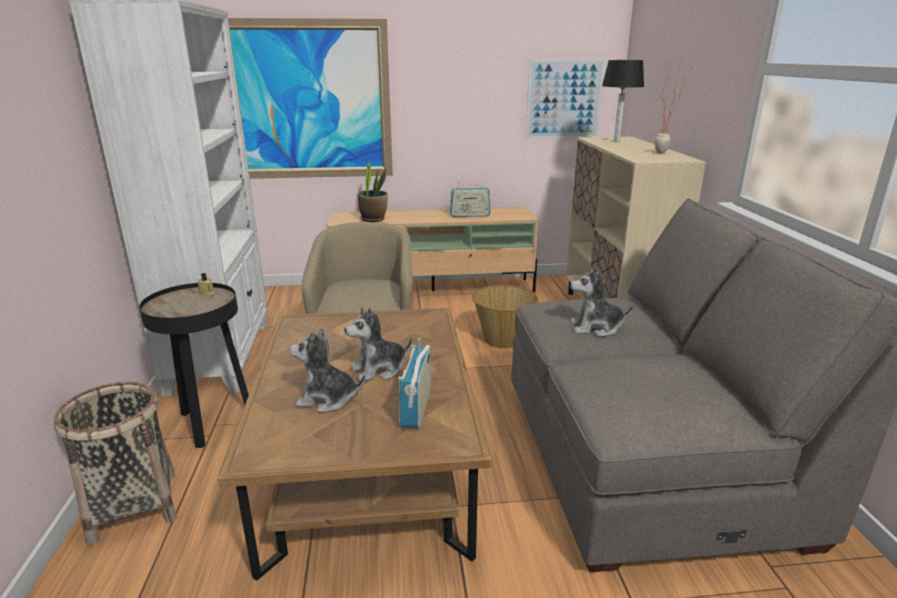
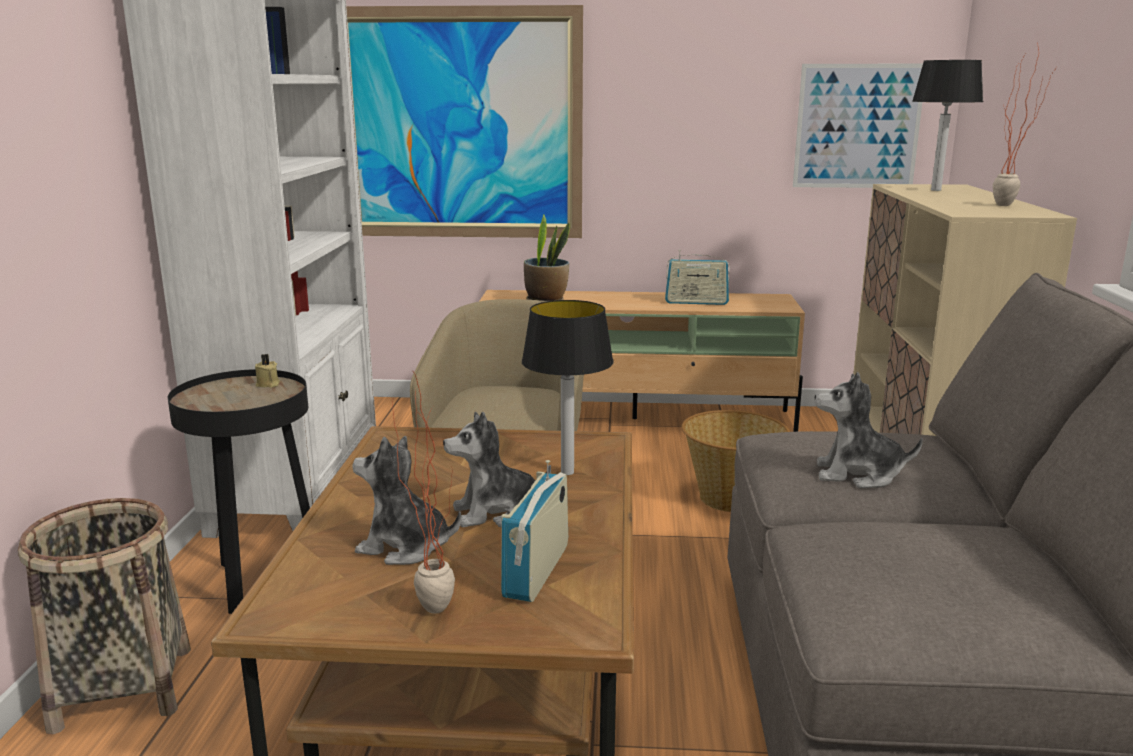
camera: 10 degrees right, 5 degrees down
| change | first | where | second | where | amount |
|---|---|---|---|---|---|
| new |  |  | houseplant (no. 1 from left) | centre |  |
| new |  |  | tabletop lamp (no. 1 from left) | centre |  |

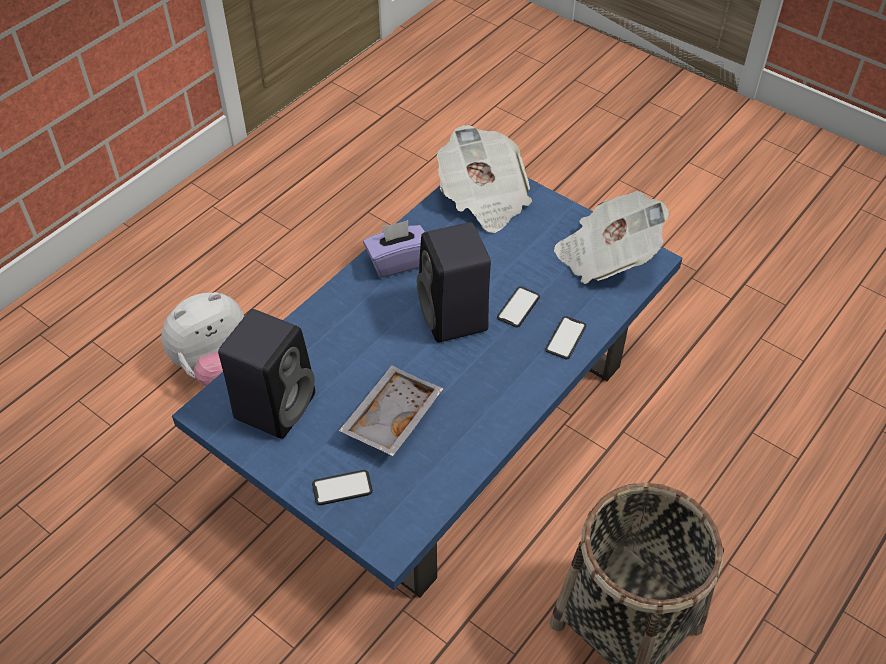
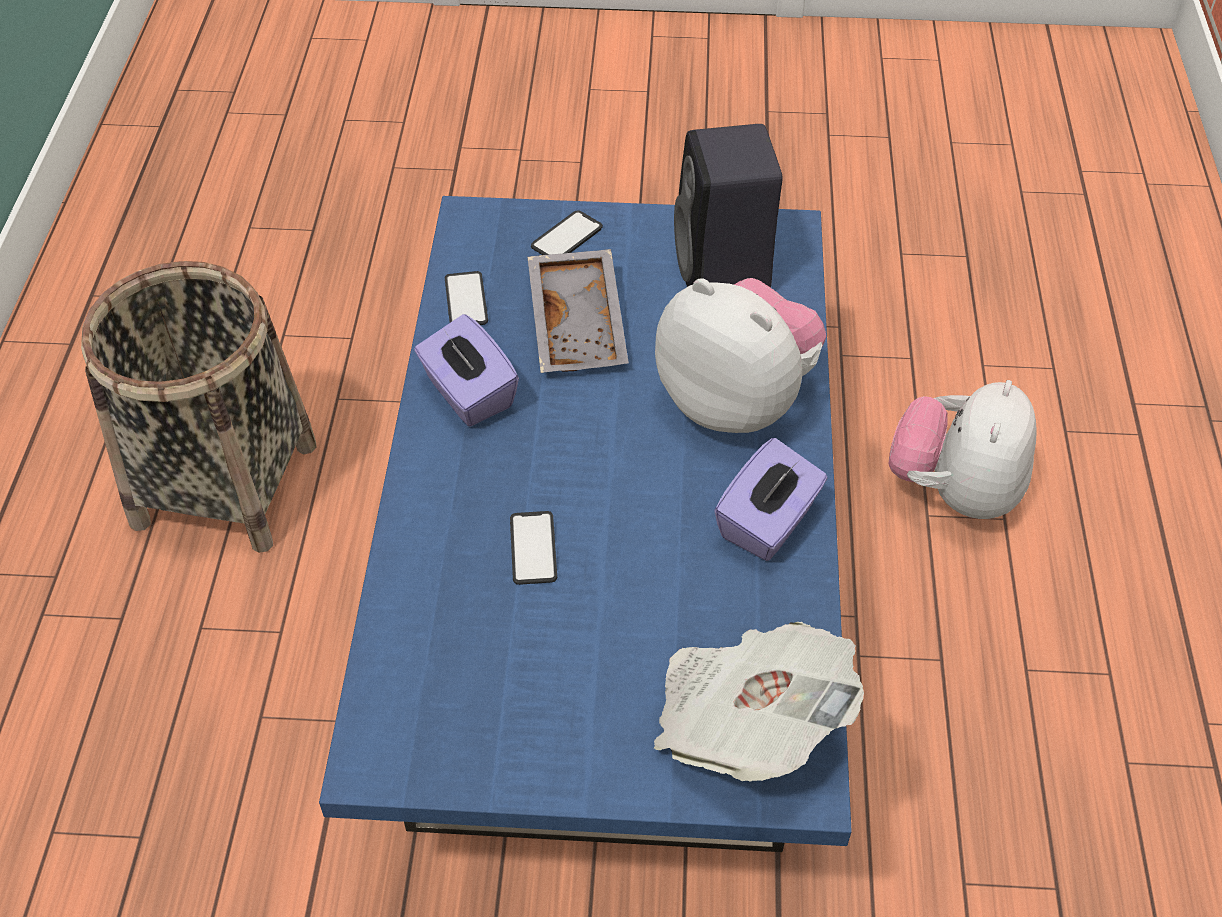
camera: 145 degrees right, 0 degrees up
| change | first | where | second | where | amount |
|---|---|---|---|---|---|
| new |  |  | purple-coloured tissue holder (no. 1 from left) | centre |  |
| shifted | phone (no. 3 from left in the first image) | centre | phone (no. 1 from left) | top centre |  |
| new |  |  | soft toy (no. 1 from left) | centre |  |
| gone | black-coloured audio speaker (no. 2 from left) | centre |  |  |  |
| gone | newspaper (no. 2 from left) | middle right |  |  |  |

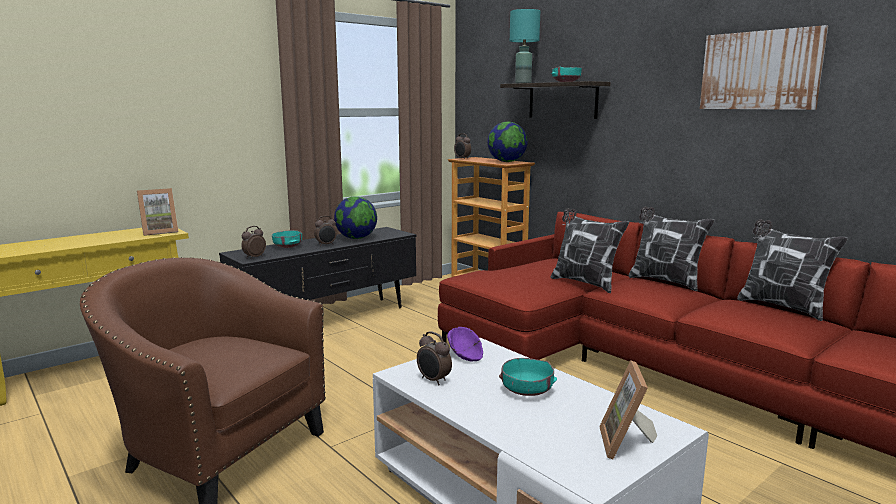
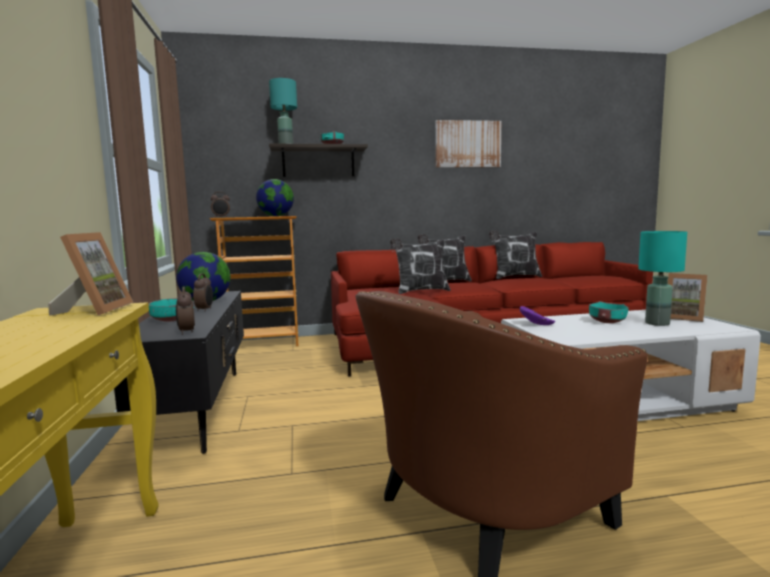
camera: 60 degrees left, 5 degrees down
| change | first | where | second | where | amount |
|---|---|---|---|---|---|
| new |  |  | blue-green tabletop lamp (no. 2 from left) | middle right |  |
| gone | alarm clock (no. 3 from left) | bottom centre |  |  |  |

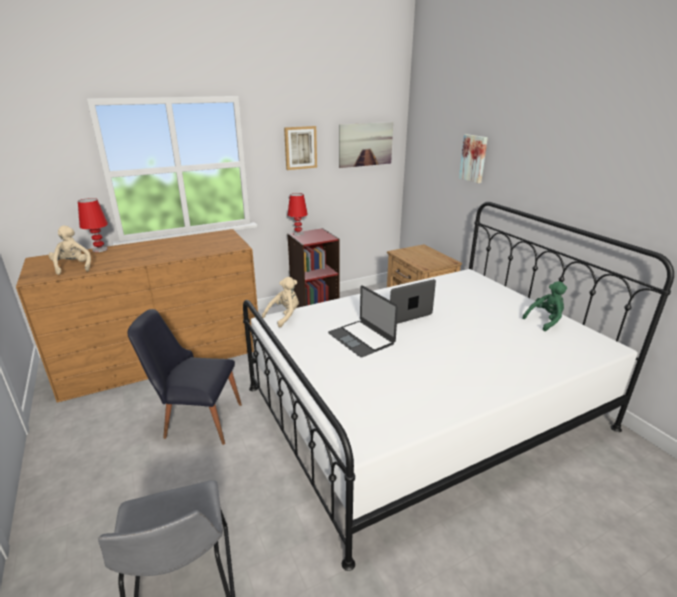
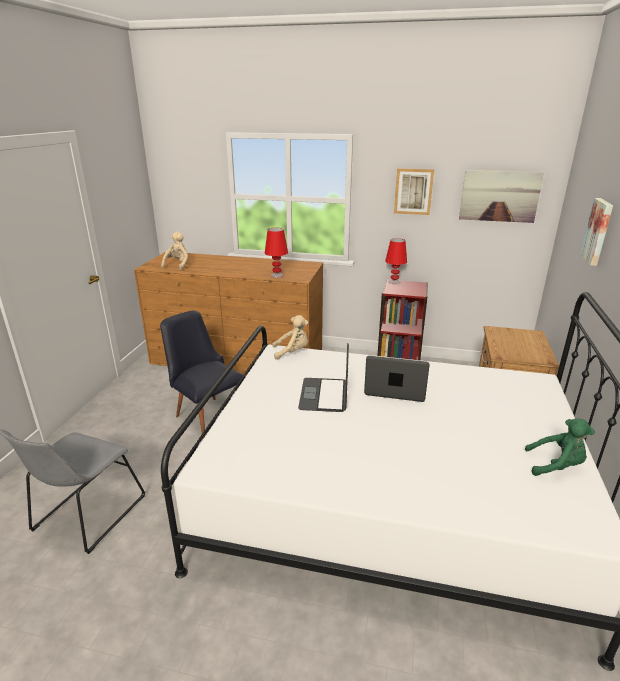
camera: 40 degrees right, 0 degrees up
| change | first | where | second | where | amount |
|---|---|---|---|---|---|
| shifted | red tabletop lamp (no. 1 from left) | middle left |  | centre |  |

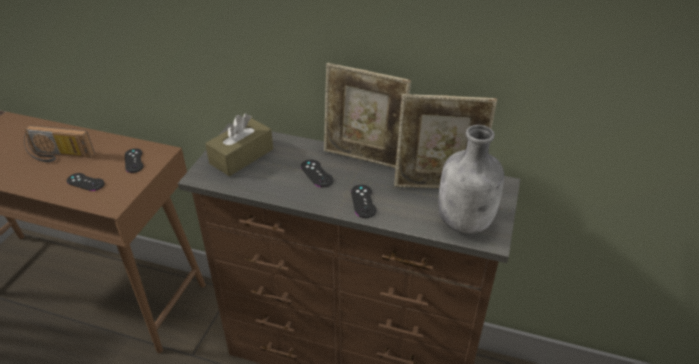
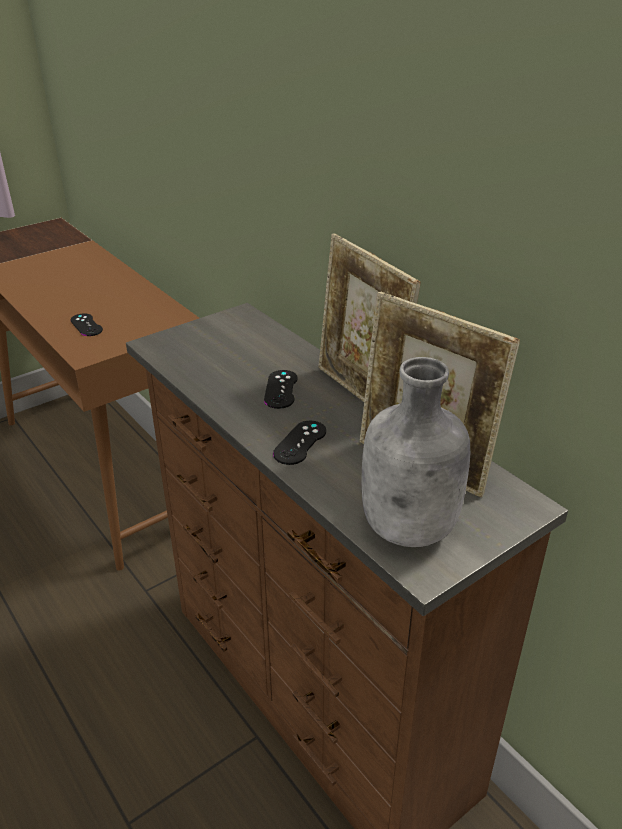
camera: 35 degrees right, 5 degrees down
| change | first | where | second | where | amount |
|---|---|---|---|---|---|
| gone | radio | middle left |  |  |  |
| gone | black-coloured gamepad (no. 2 from left) | middle left |  |  |  |
| gone | brown tissue holder | centre |  |  |  |

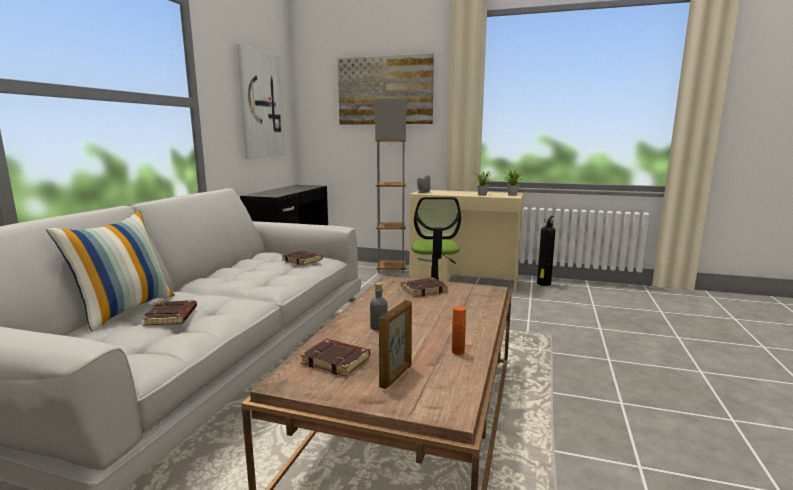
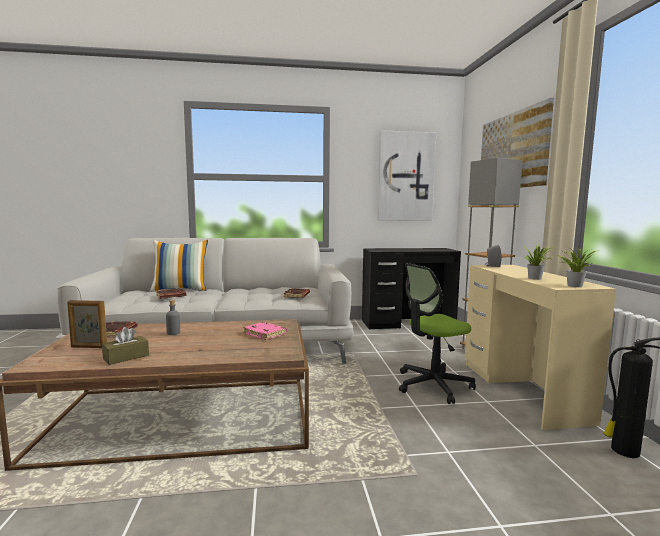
camera: 65 degrees right, 5 degrees down
| change | first | where | second | where | amount |
|---|---|---|---|---|---|
| swapped | orangey beverage bottle | bottom centre | brown tissue holder | middle left |  |
| repainted | brown bound book (no. 4 from left) | centre | pink-coloured bound book | centre |  |

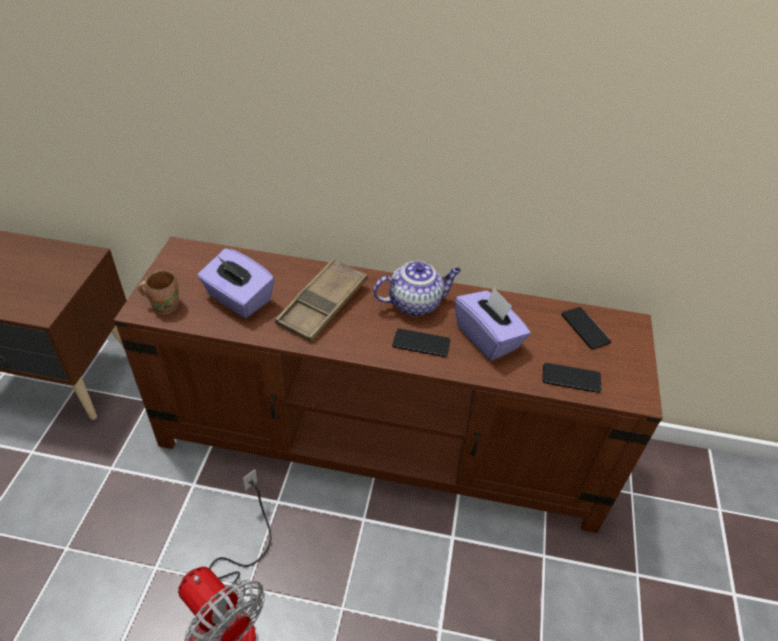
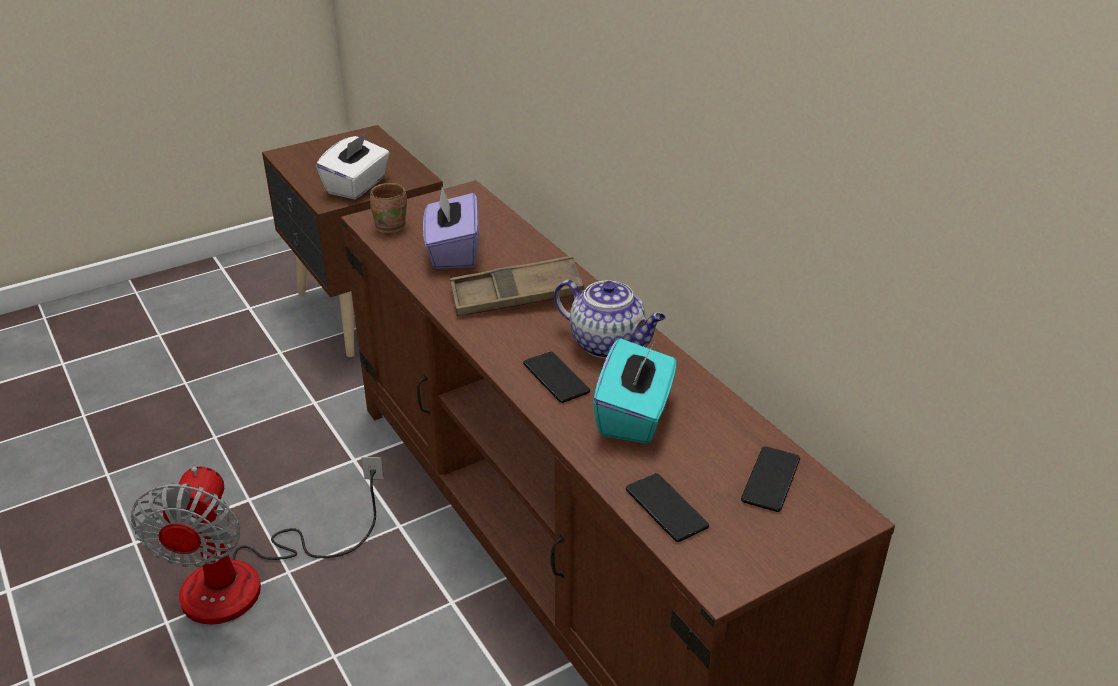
camera: 50 degrees right, 10 degrees down
| change | first | where | second | where | amount |
|---|---|---|---|---|---|
| new |  |  | white-coloured tissue holder | top left |  |
| repainted | purple-coloured tissue holder (no. 2 from left) | centre | blue-green tissue holder | centre |  |

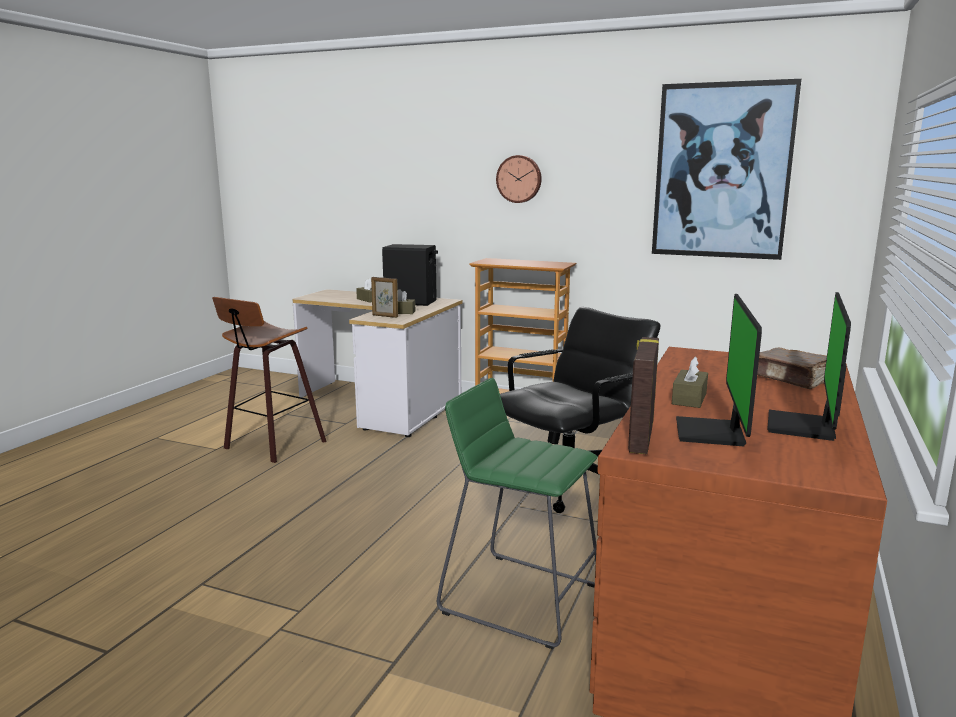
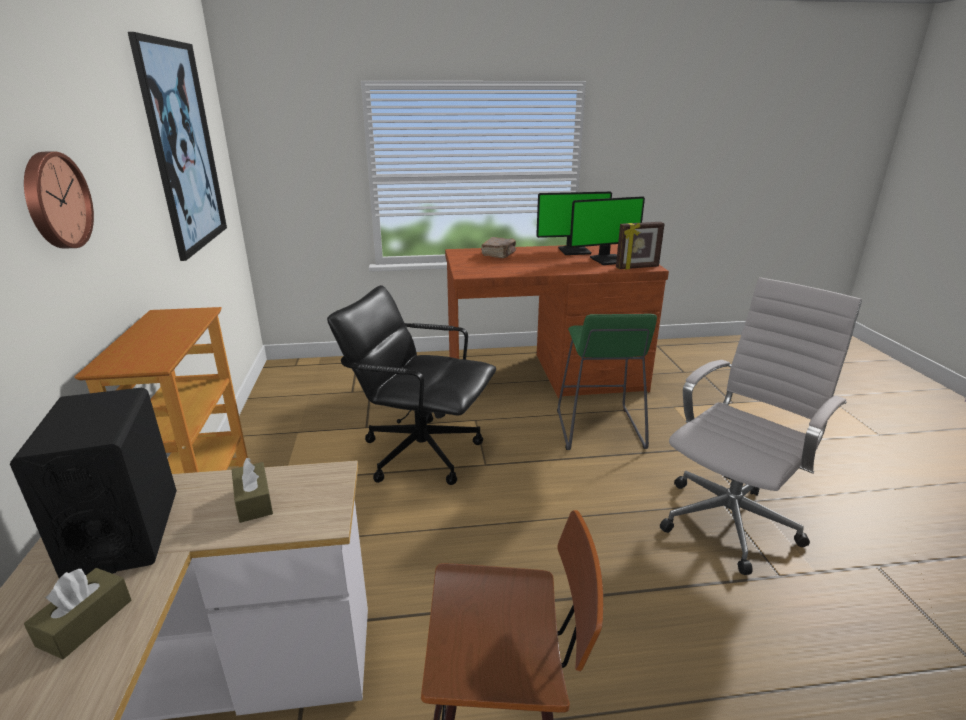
camera: 120 degrees left, 10 degrees up
| change | first | where | second | where | amount |
|---|---|---|---|---|---|
| new |  |  | white-coloured desk chair | middle right |  |
| gone | photo frame (no. 1 from left) | centre |  |  |  |
| gone | brown tissue holder (no. 3 from left) | middle right |  |  |  |

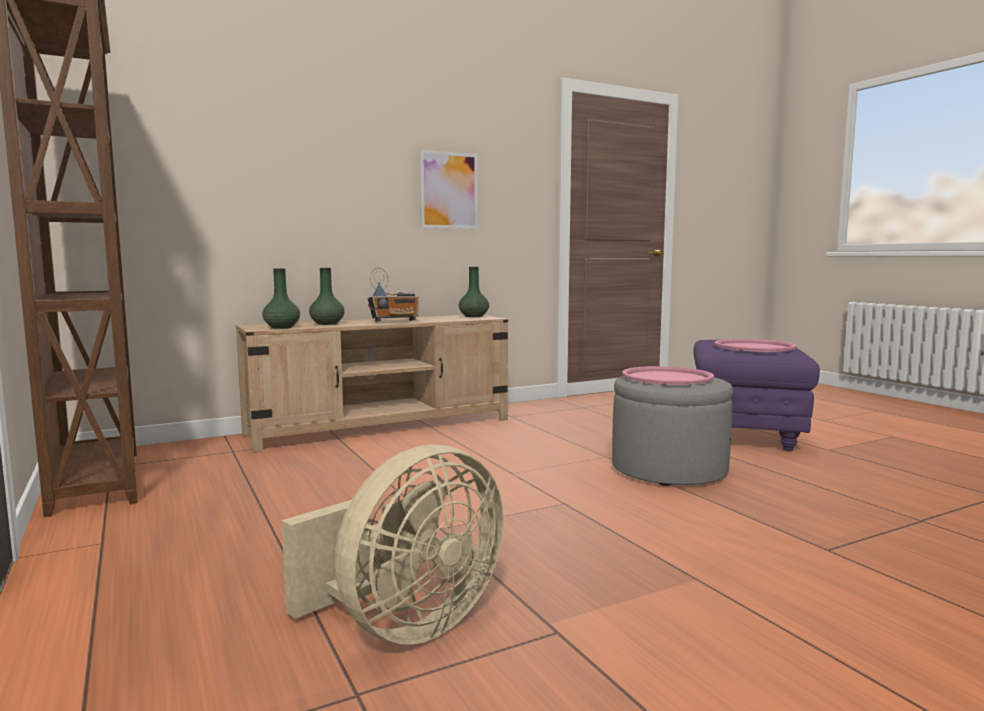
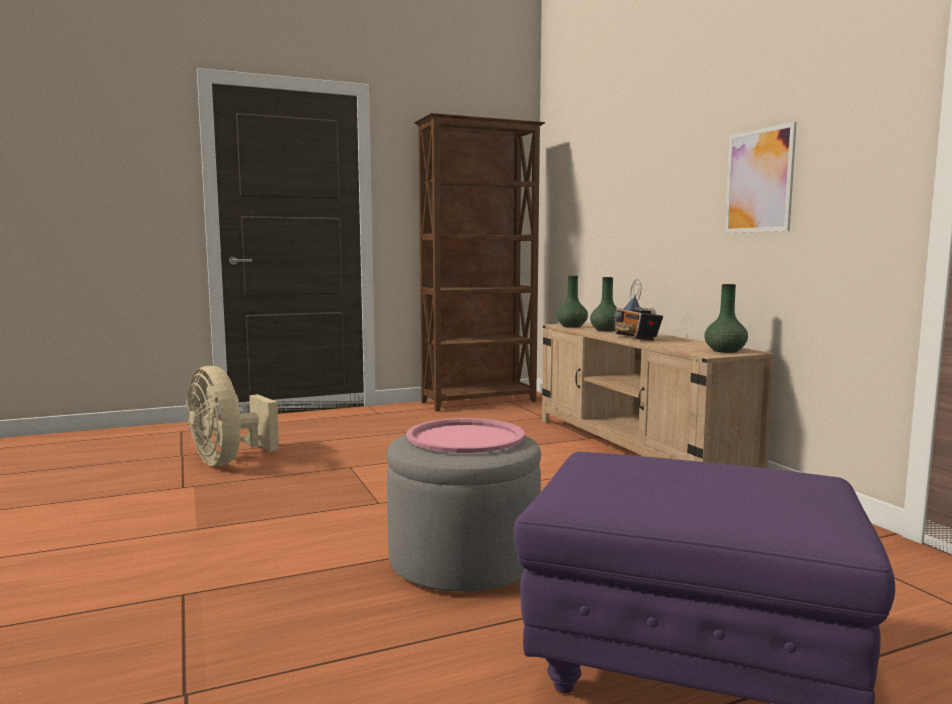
camera: 95 degrees right, 0 degrees up
| change | first | where | second | where | amount |
|---|---|---|---|---|---|
| gone | pink-coloured tray (no. 2 from left) | middle right |  |  |  |

